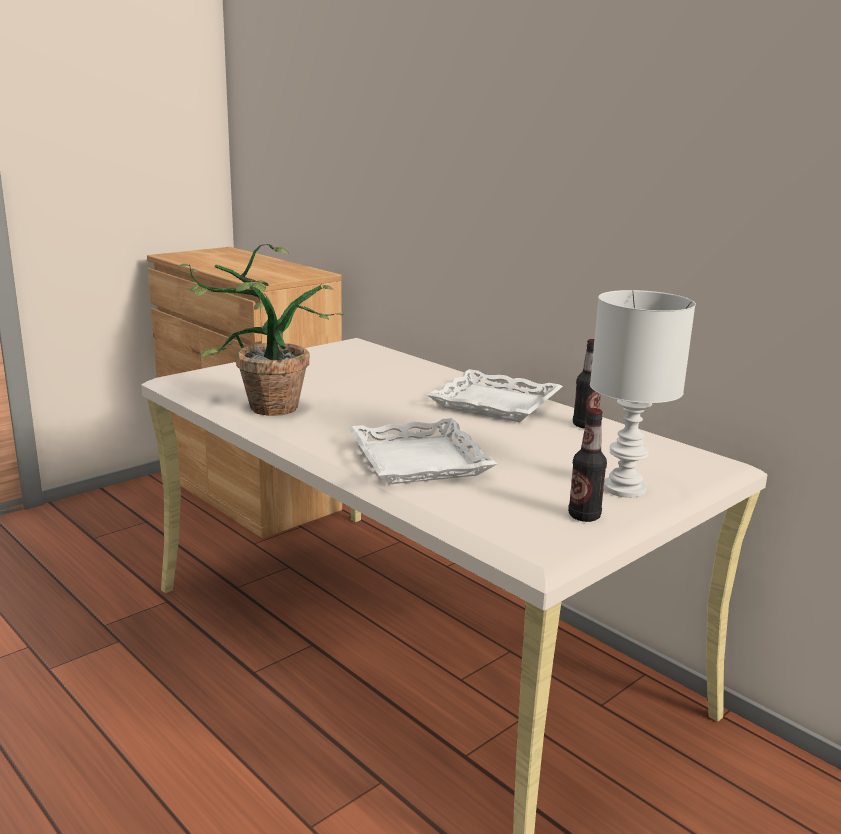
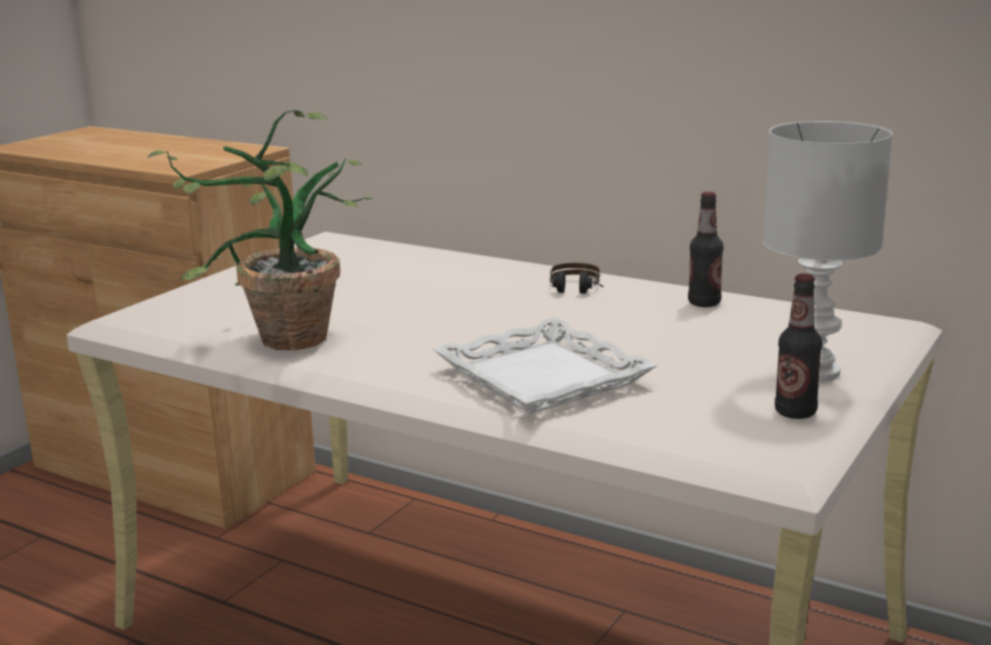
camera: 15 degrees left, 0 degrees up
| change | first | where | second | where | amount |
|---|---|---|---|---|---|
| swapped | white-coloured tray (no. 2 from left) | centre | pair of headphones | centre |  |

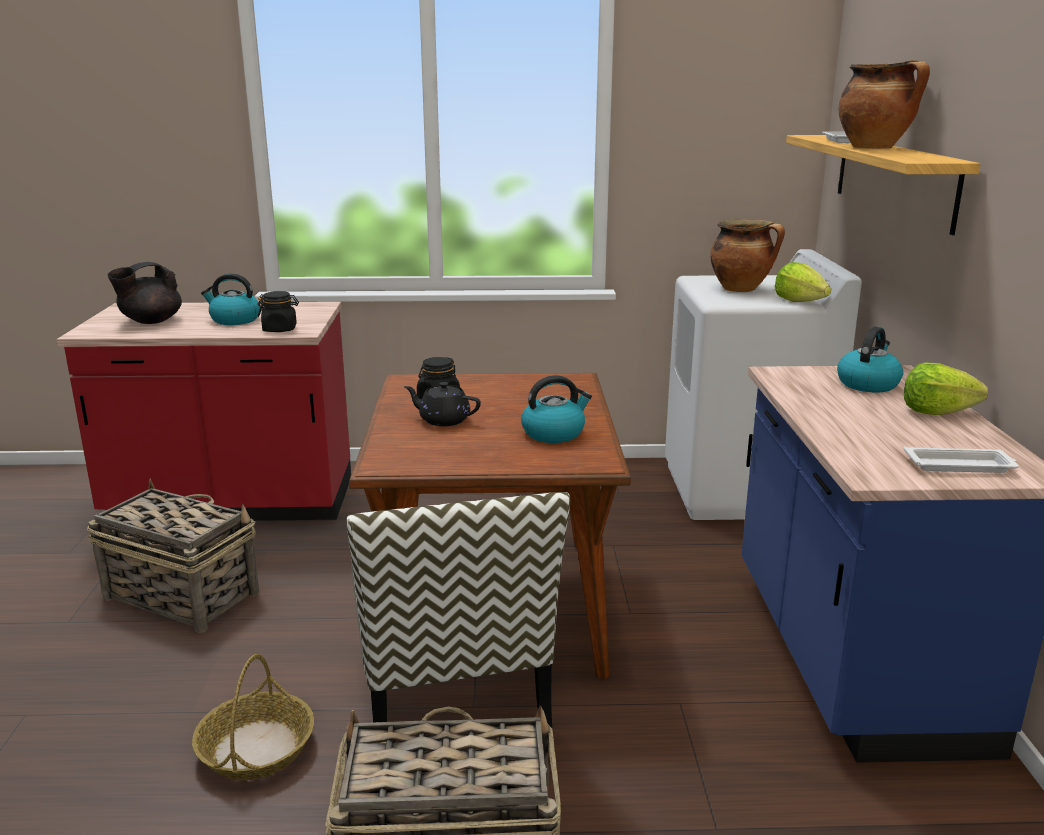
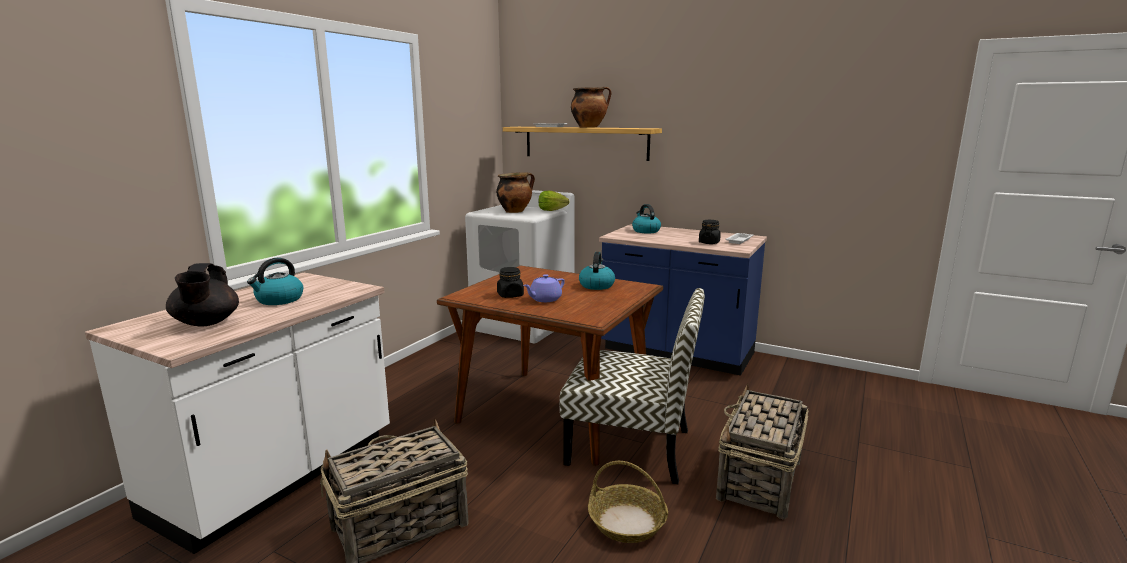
camera: 60 degrees left, 5 degrees down
| change | first | where | second | where | amount |
|---|---|---|---|---|---|
| repainted | red kitchen counter | middle left | white-coloured kitchen counter | bottom left |  |
| repainted | black-coloured tea pot (no. 2 from left) | centre | purple-coloured tea pot | centre |  |
| shifted | black-coloured preserve jar (no. 1 from left in the first image) | middle left | black-coloured preserve jar (no. 2 from left) | centre |  |
| gone | head of lettuce (no. 2 from left) | middle right |  |  |  |

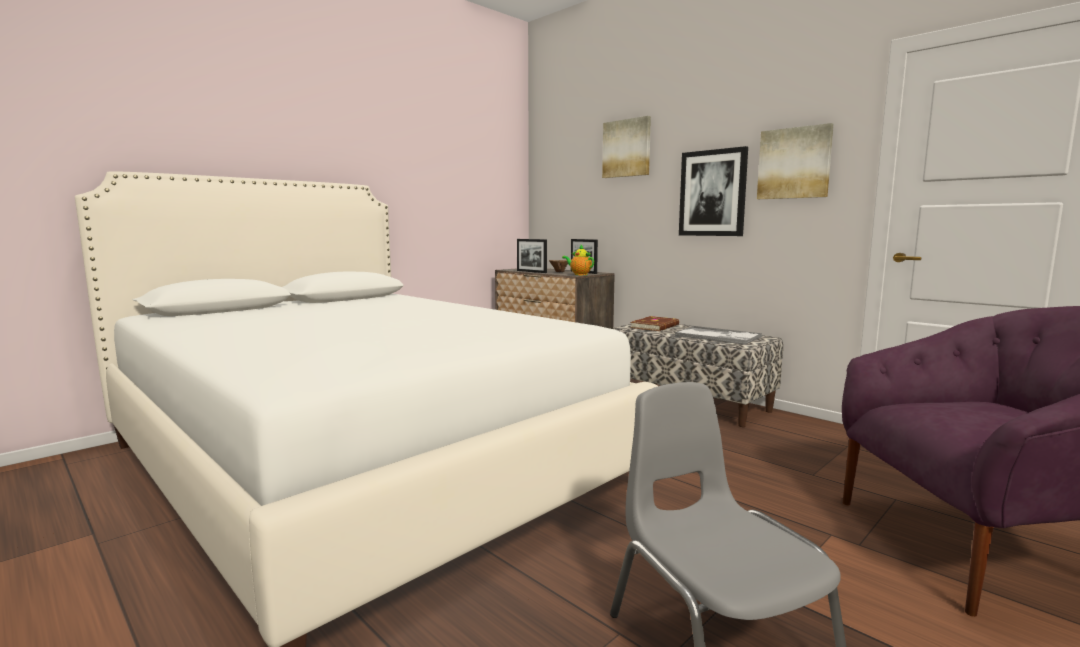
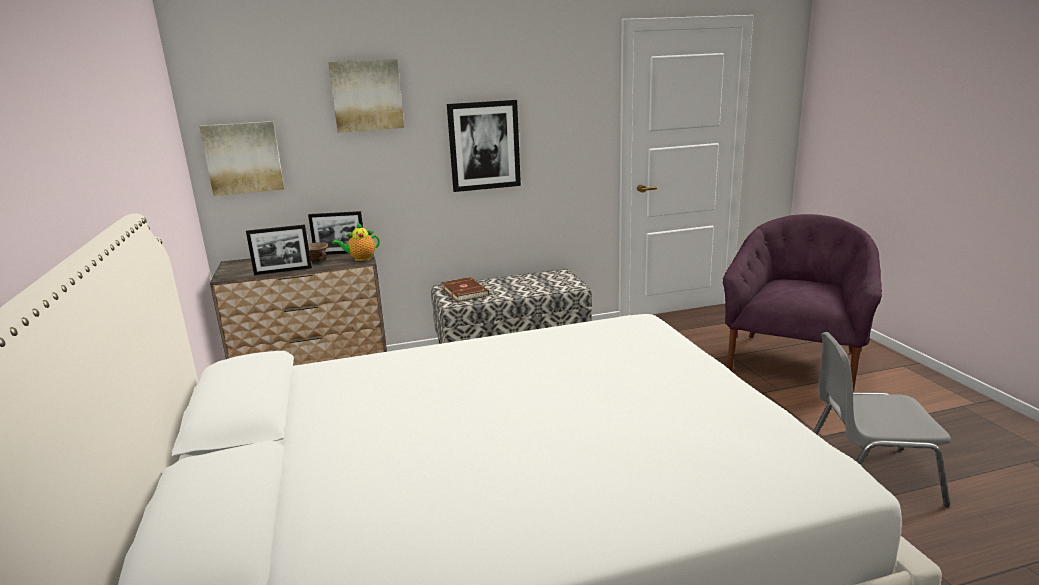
camera: 60 degrees left, 10 degrees up
| change | first | where | second | where | amount |
|---|---|---|---|---|---|
| shifted | wall picture (no. 3 from left in the first image) | top right | wall picture (no. 1 from left) | top left |  |
| gone | tray | centre |  |  |  |

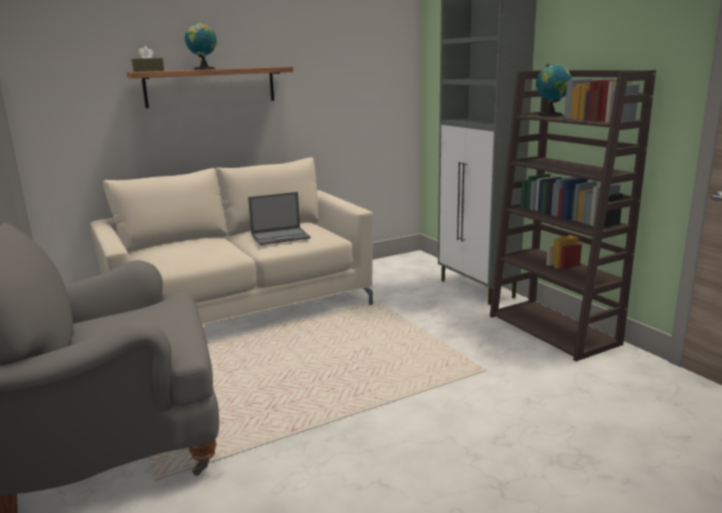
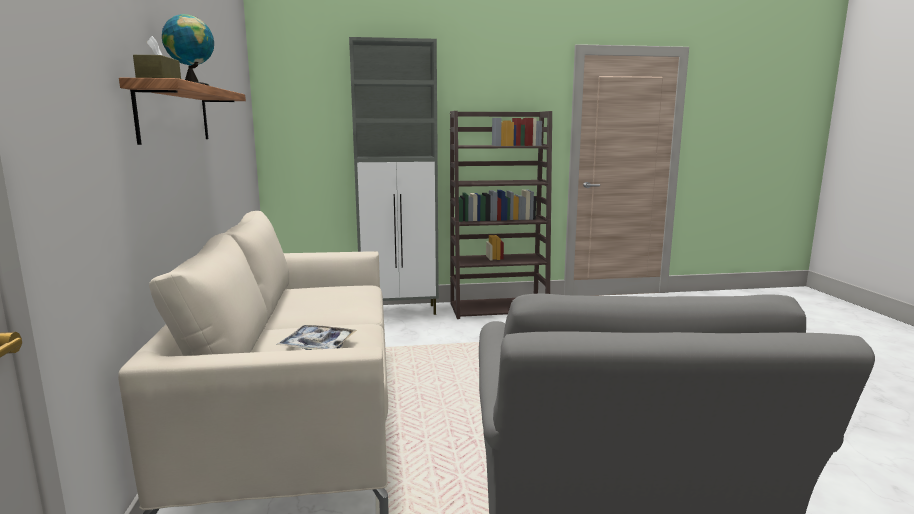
camera: 70 degrees left, 5 degrees down
| change | first | where | second | where | amount |
|---|---|---|---|---|---|
| new |  |  | tray | centre |  |
| gone | laptop | centre |  |  |  |
| gone | desk globe (no. 2 from left) | top right |  |  |  |

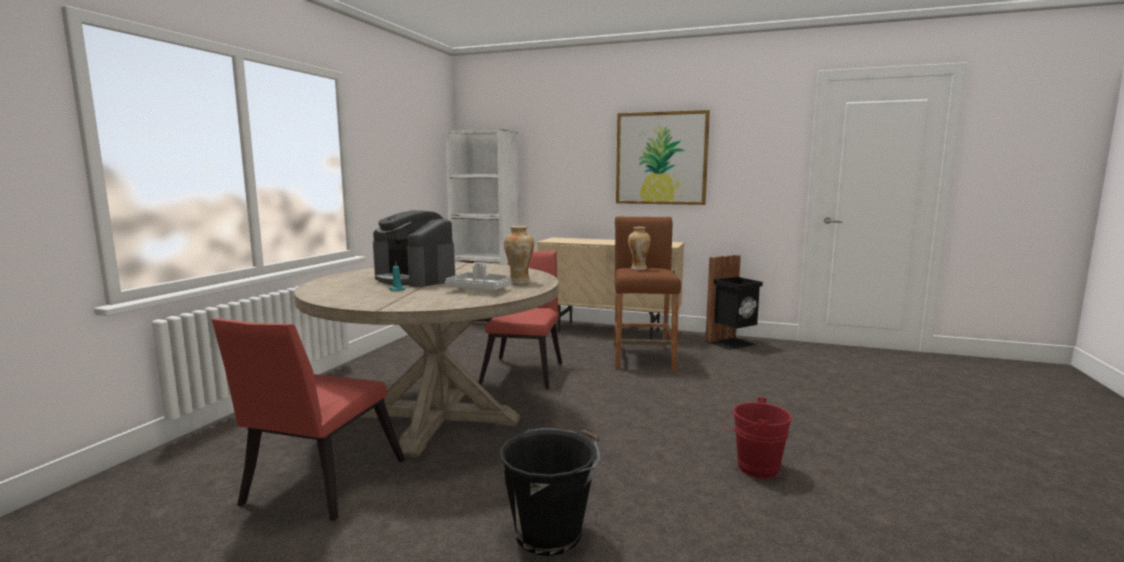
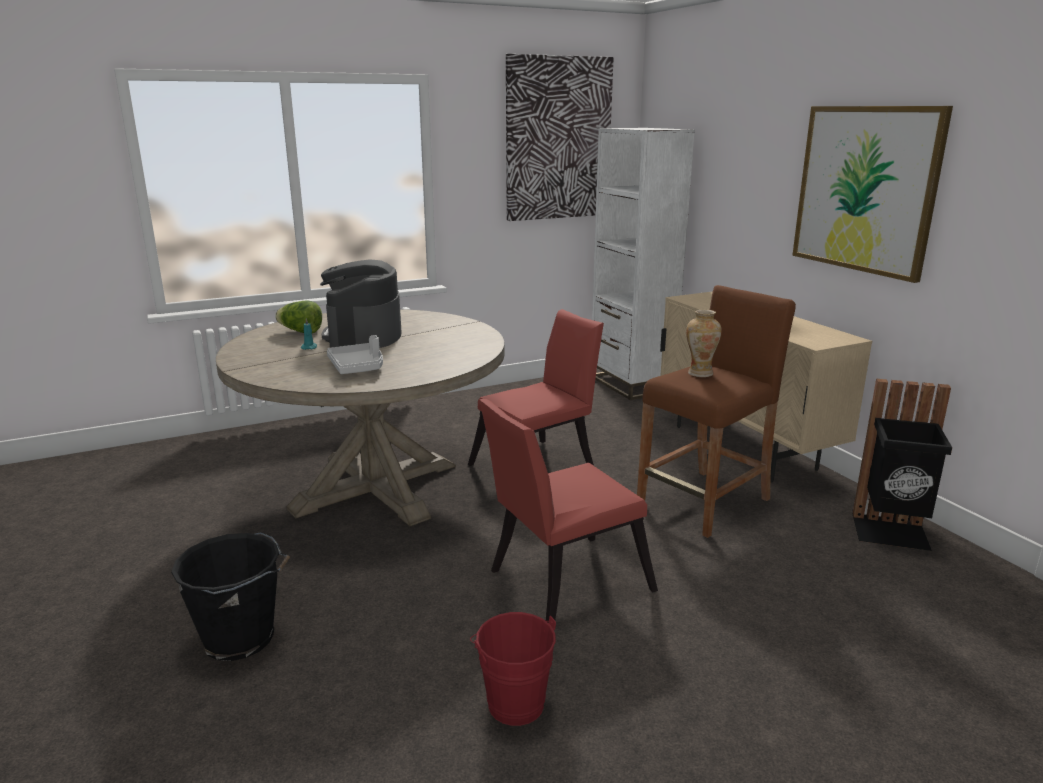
camera: 45 degrees right, 10 degrees up
| change | first | where | second | where | amount |
|---|---|---|---|---|---|
| new |  |  | head of lettuce | middle left |  |
| shifted | red upright chair (no. 1 from left in the first image) | bottom left | red upright chair (no. 2 from left) | centre |  |
| new |  |  | wall picture (no. 1 from left) | top centre |  |
| gone | vase (no. 1 from left) | centre |  |  |  |

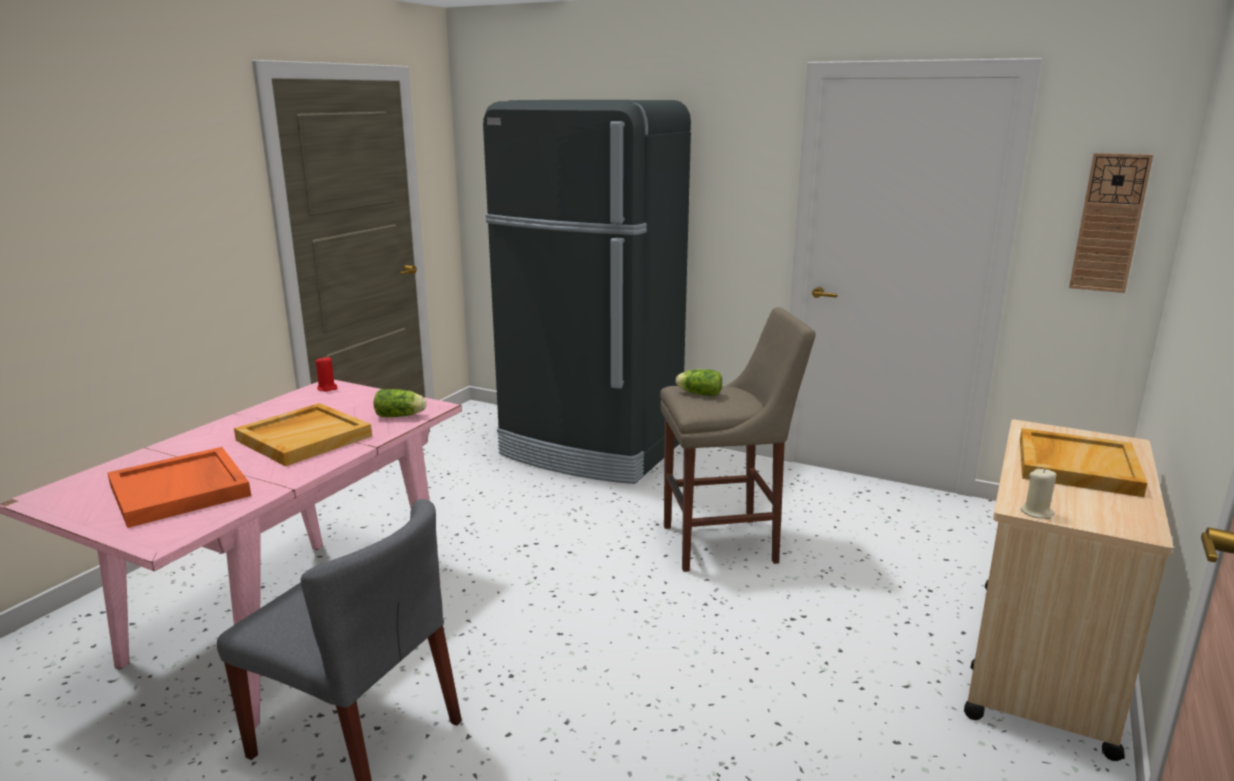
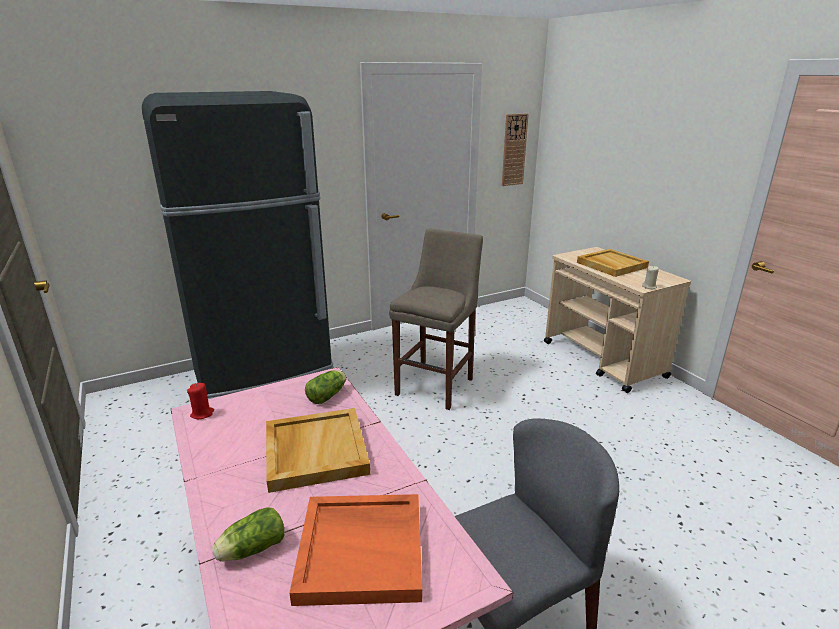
camera: 55 degrees left, 5 degrees up
| change | first | where | second | where | amount |
|---|---|---|---|---|---|
| shifted | head of lettuce (no. 2 from left in the first image) | centre | head of lettuce (no. 1 from left) | bottom left |  |

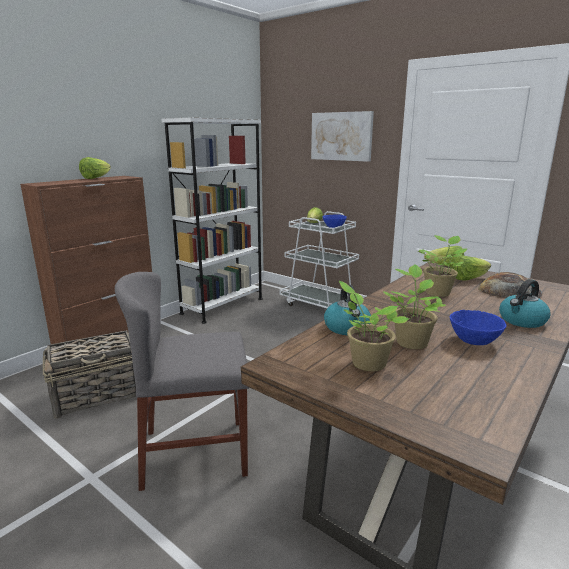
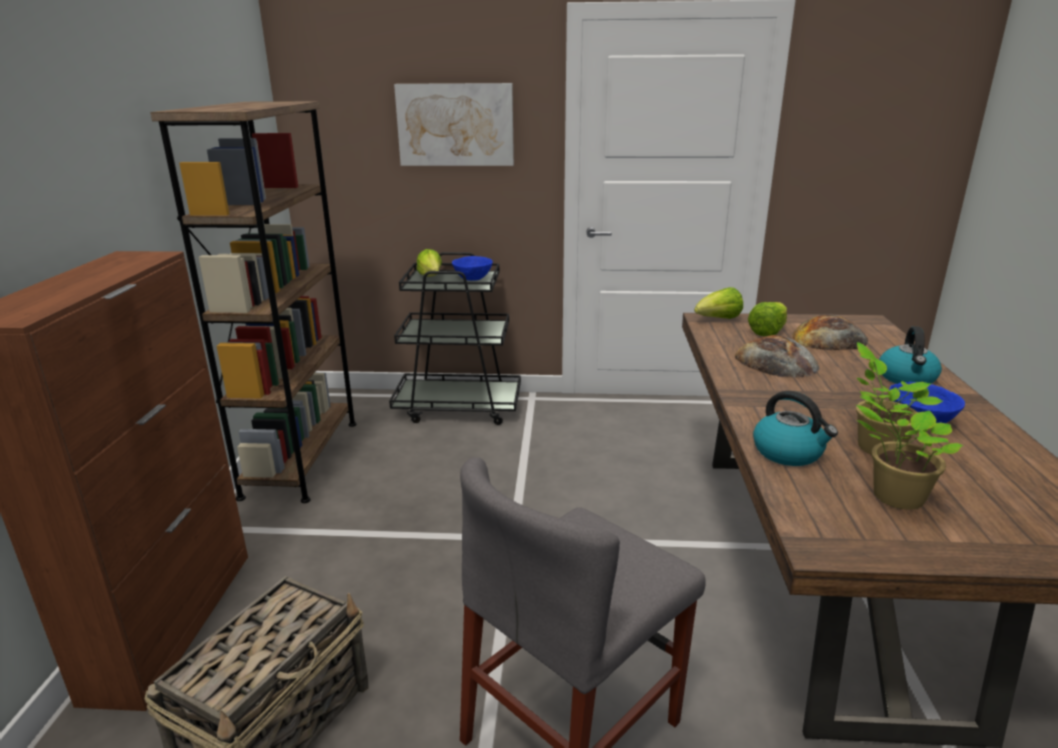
camera: 35 degrees left, 5 degrees up
| change | first | where | second | where | amount |
|---|---|---|---|---|---|
| repainted | white-coloured bookcase | centre | brown bookcase | middle left |  |
| repainted | white-coloured wheeled cart | centre | black-coloured wheeled cart | centre |  |
| swapped | houseplant (no. 3 from left) | middle right | baked bread (no. 1 from left) | middle right |  |
| gone | head of lettuce (no. 1 from left) | top left |  |  |  |

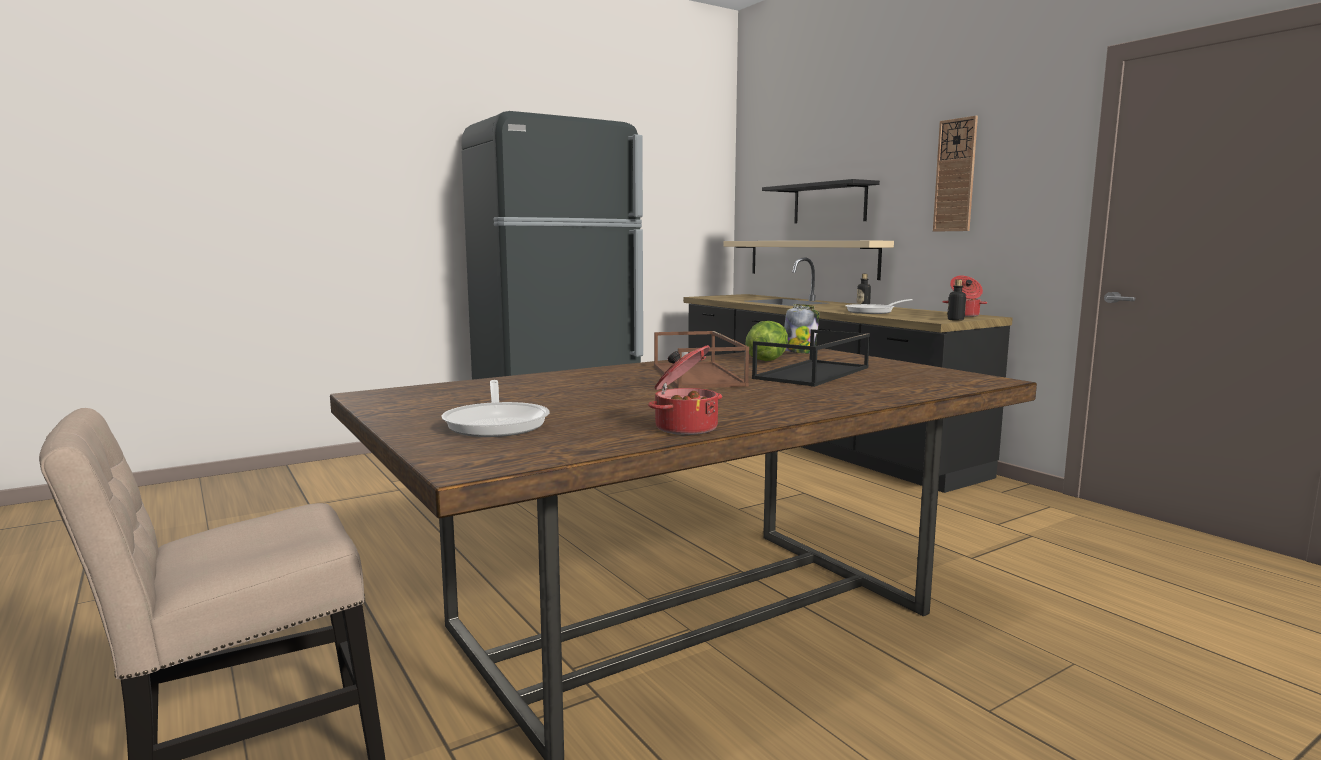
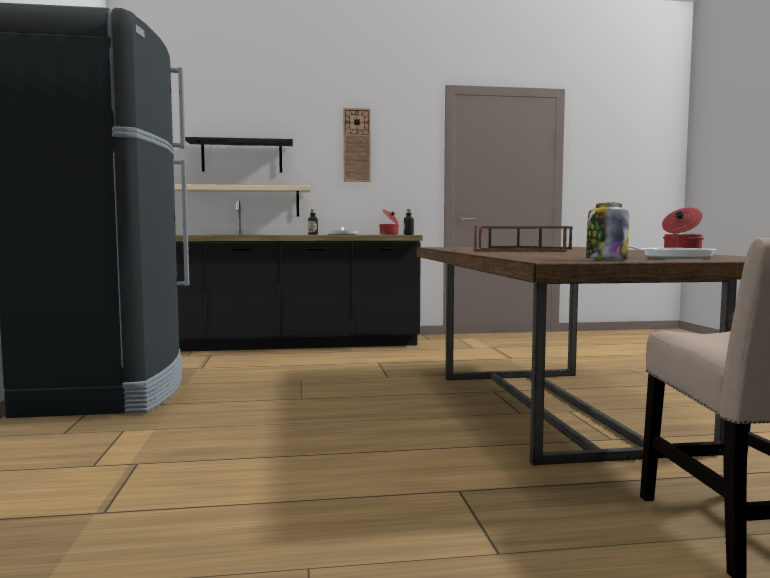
camera: 65 degrees left, 5 degrees down
| change | first | where | second | where | amount |
|---|---|---|---|---|---|
| shifted | preserve jar | centre |  | middle right |  |
| gone | head of lettuce | centre |  |  |  |

